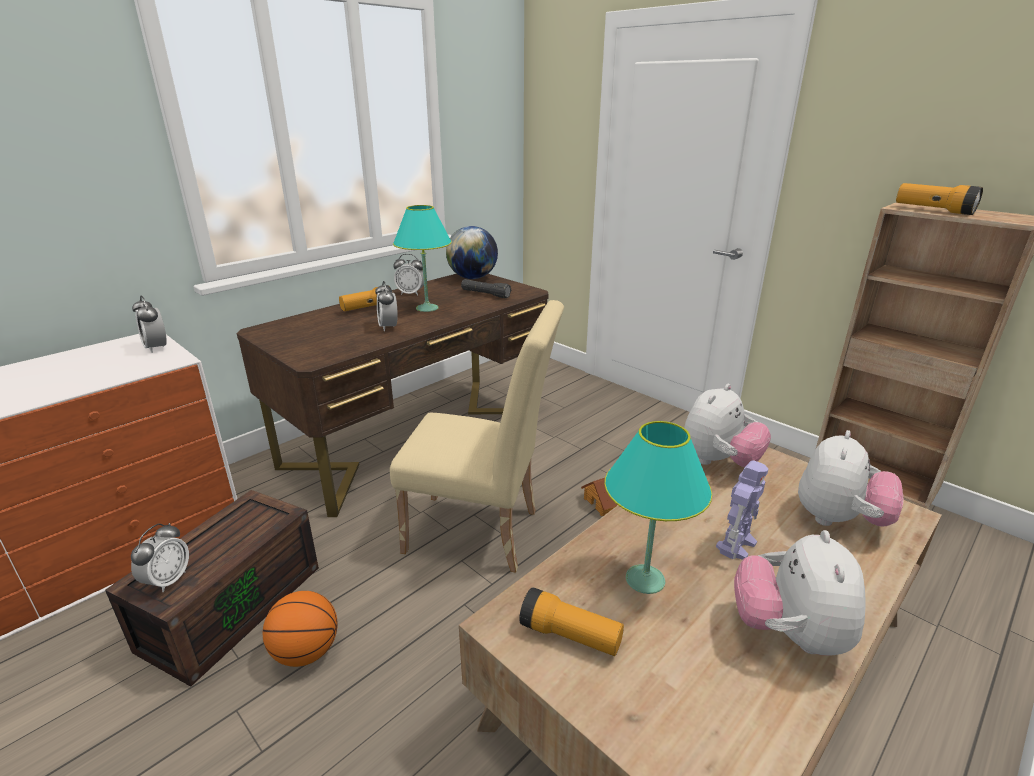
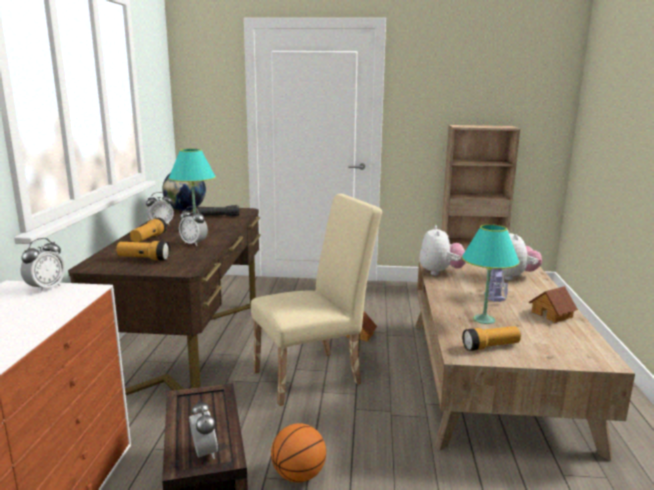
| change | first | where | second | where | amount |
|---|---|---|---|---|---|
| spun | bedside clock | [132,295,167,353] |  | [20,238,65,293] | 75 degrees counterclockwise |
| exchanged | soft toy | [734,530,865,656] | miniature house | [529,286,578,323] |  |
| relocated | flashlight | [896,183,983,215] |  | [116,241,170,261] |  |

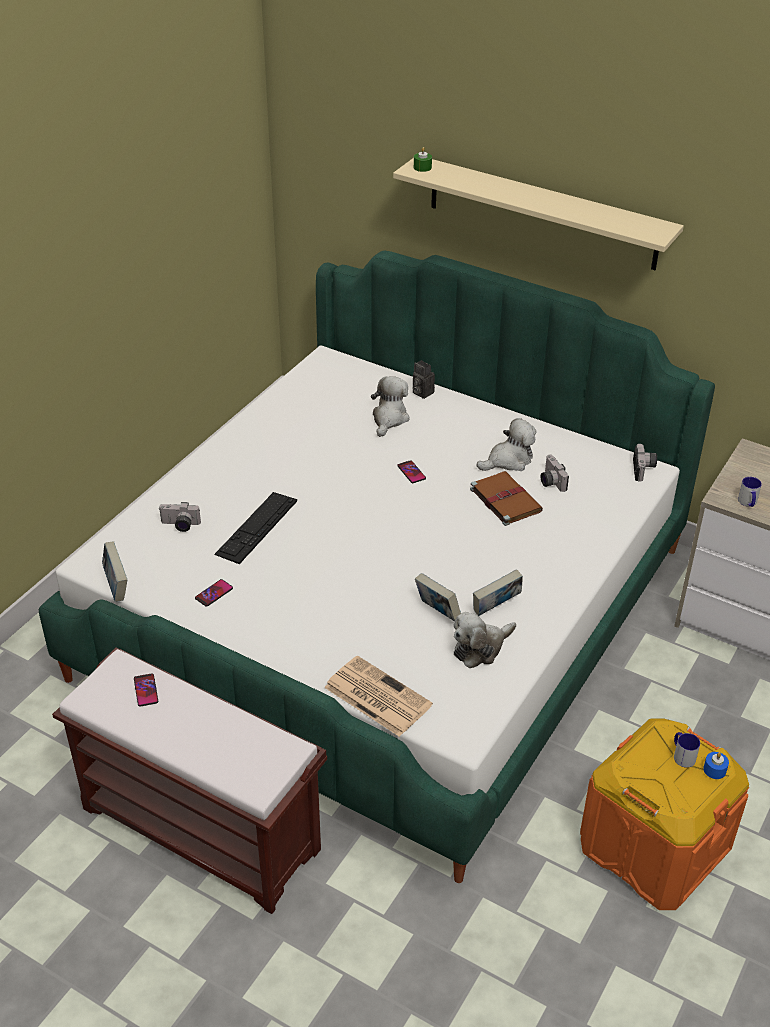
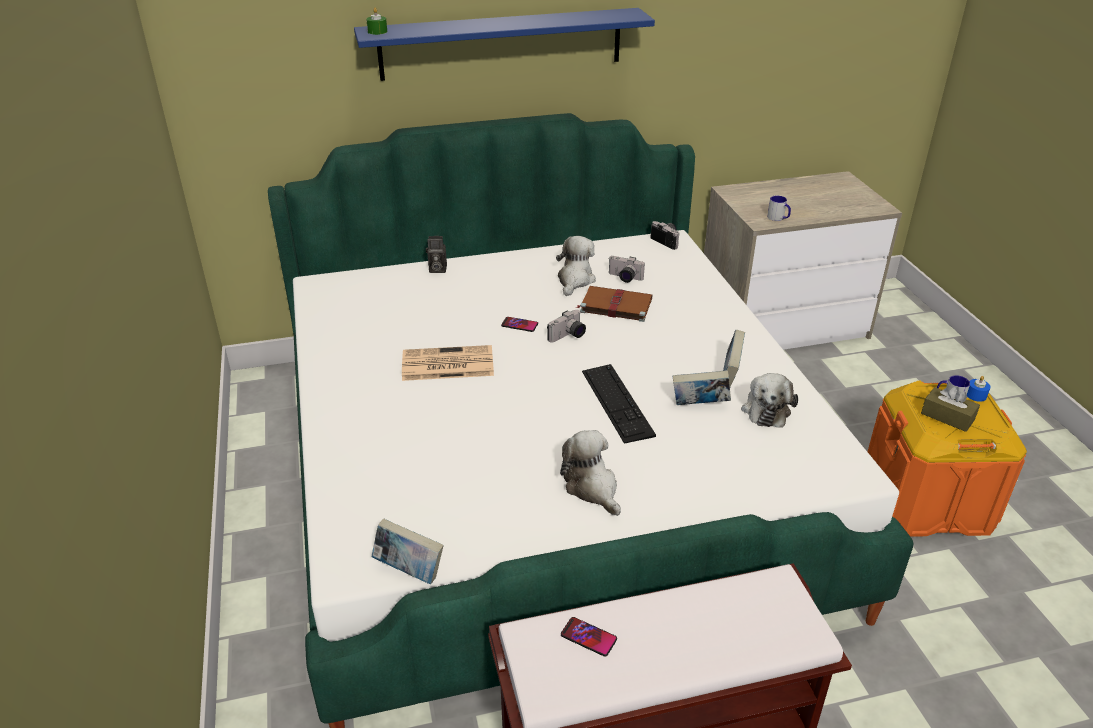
| change | first | where | second | where | amount |
|---|---|---|---|---|---|
| relocated | photo camera | [159,502,201,532] |  | [547,310,586,343] |  |
| missing | handset | [195,579,233,607] |  |  |  |
| relocated | computer keyboard | [214,492,297,564] |  | [582,364,656,444] |  |
| relocated | daily paper | [324,656,433,737] |  | [402,345,494,381] |  |
| relocated | soft toy | [371,376,410,437] |  | [560,430,621,516] |  |
| colour | wall shelf (beige) | [393,158,684,270] | wall shelf (blue) | [354,8,655,81] |  |
| appeared |  |  | box of tissues (brown) | [921,386,980,432] |  |

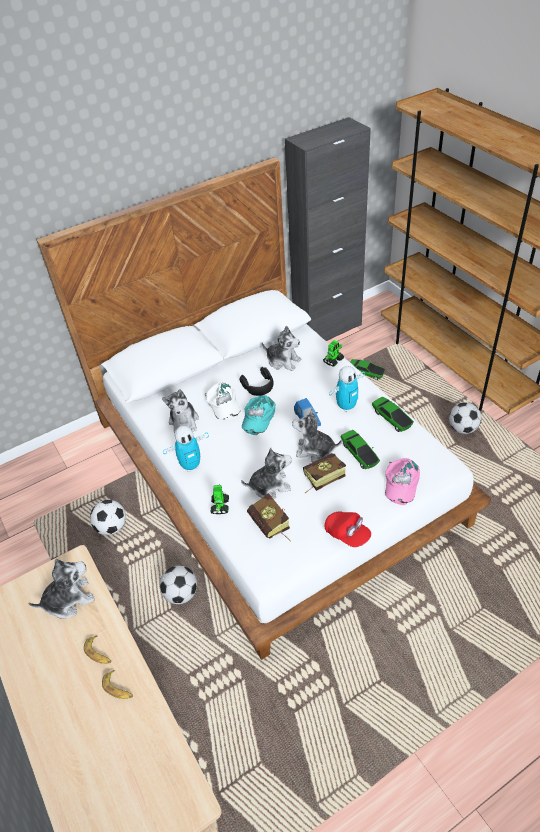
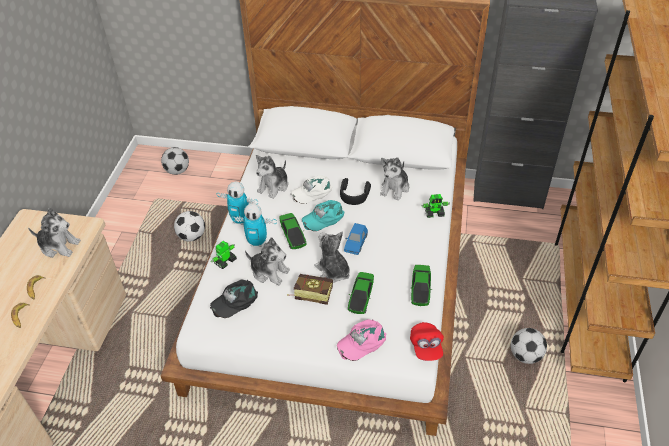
| change | first | where | second | where | amount |
|---|---|---|---|---|---|
| relocated | ball for football | [159,566,197,604] |  | [161,147,189,175] |  |
| spun | peaked cap (whitish) | [204,382,240,420] |  | [291,175,332,204] | 45 degrees clockwise |
| exchanged | book | [247,493,291,541] | peaked cap (black) | [210,280,258,318] |  |
| spun | soft toy | [262,326,301,371] |  | [380,157,409,201] | 45 degrees clockwise |
| relocated | peaked cap (red-coloured) | [324,511,371,547] |  | [410,322,444,361] |  |
| relocated | model robot | [329,366,365,412] |  | [231,203,277,247] |  |
| relocated | toy car | [350,359,385,380] |  | [279,213,307,249] |  |

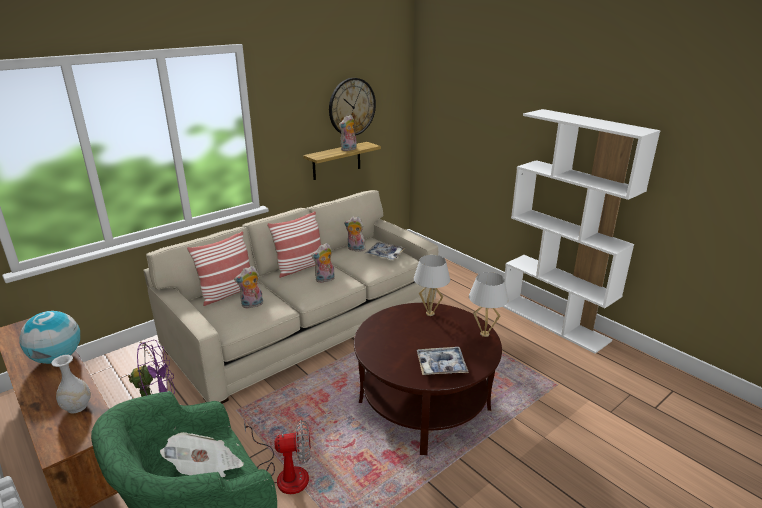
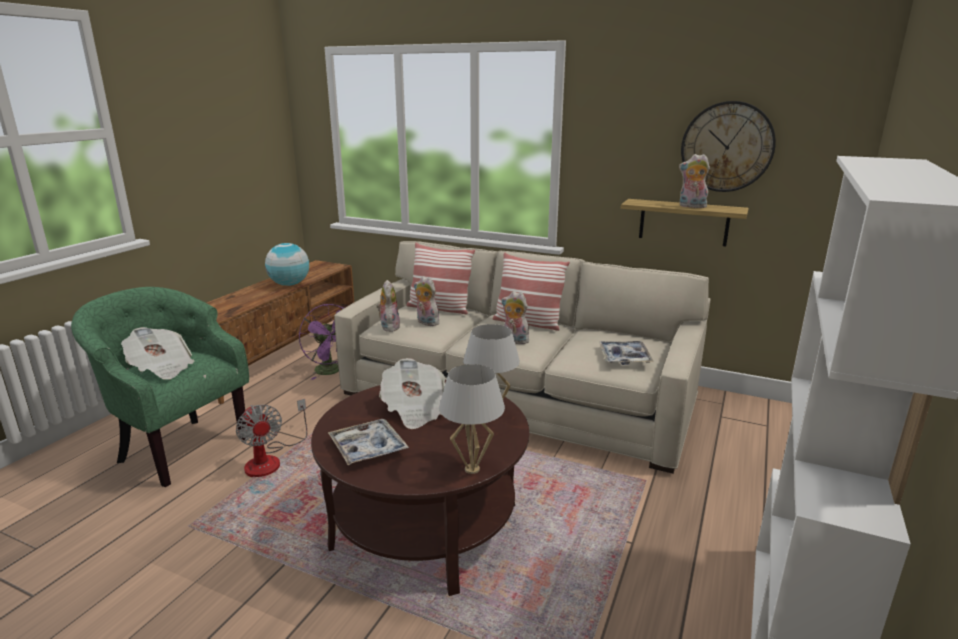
| change | first | where | second | where | amount |
|---|---|---|---|---|---|
| missing | flower vase (whitish) | [51,355,91,413] |  |  |  |
| relocated | soft toy | [344,216,366,252] |  | [377,280,400,332] |  |
| appeared |  |  | daily paper | [379,358,445,429] |  |

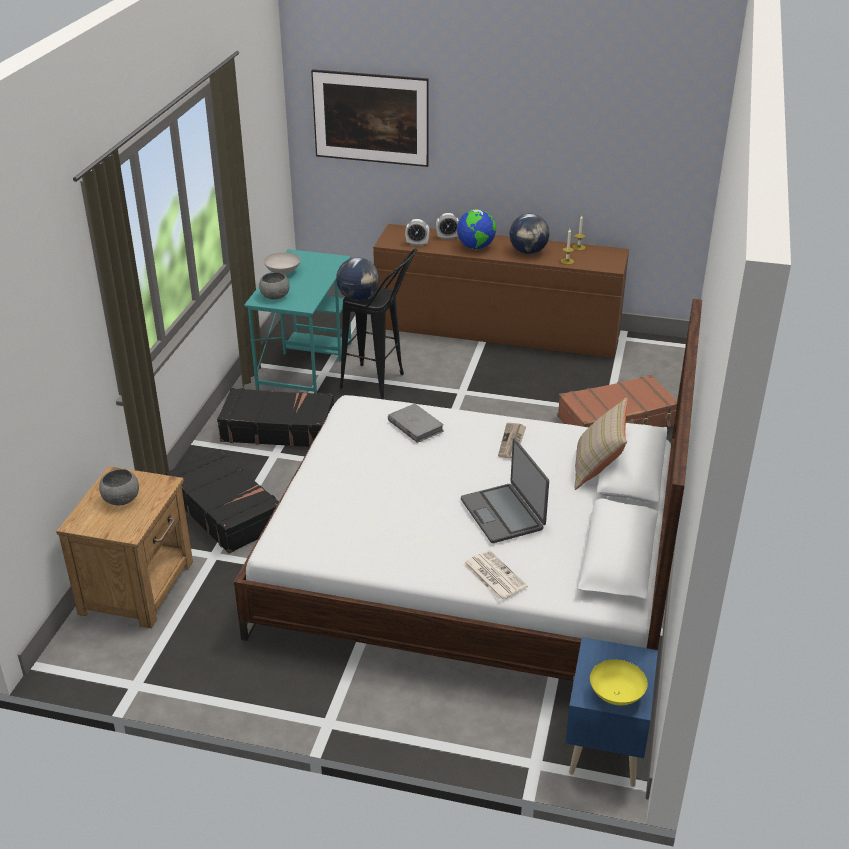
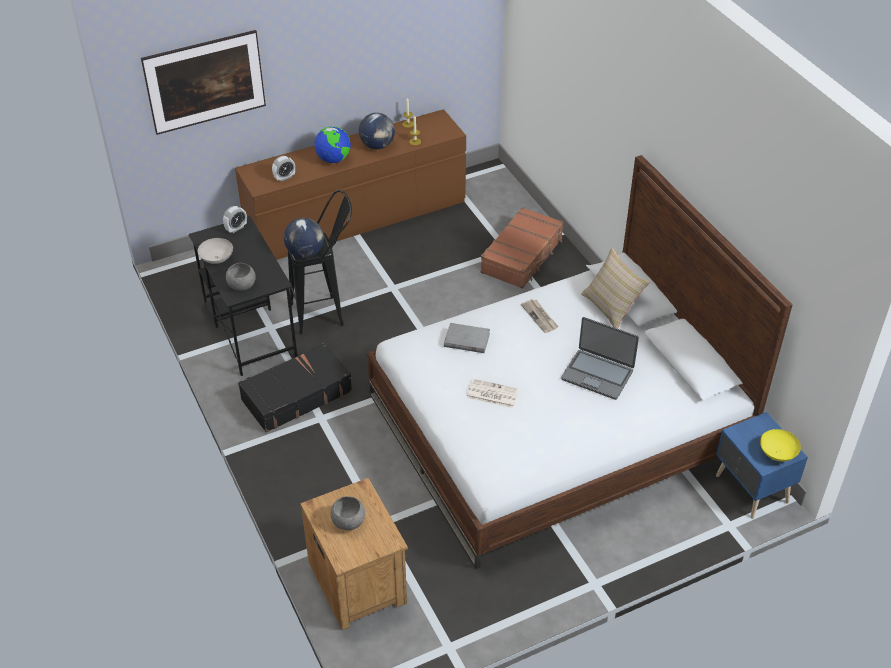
| change | first | where | second | where | amount |
|---|---|---|---|---|---|
| missing | piece of luggage (black) | [166,449,279,554] |  |  |  |
| colour | desk unit (turquoise-coloured) | [244,249,351,393] | desk unit (black) | [189,216,297,376] |  |
| relocated | bedside clock | [436,213,459,240] |  | [223,206,247,233] |  |
| relocated | daily paper | [463,550,528,601] |  | [466,379,519,408] |  |

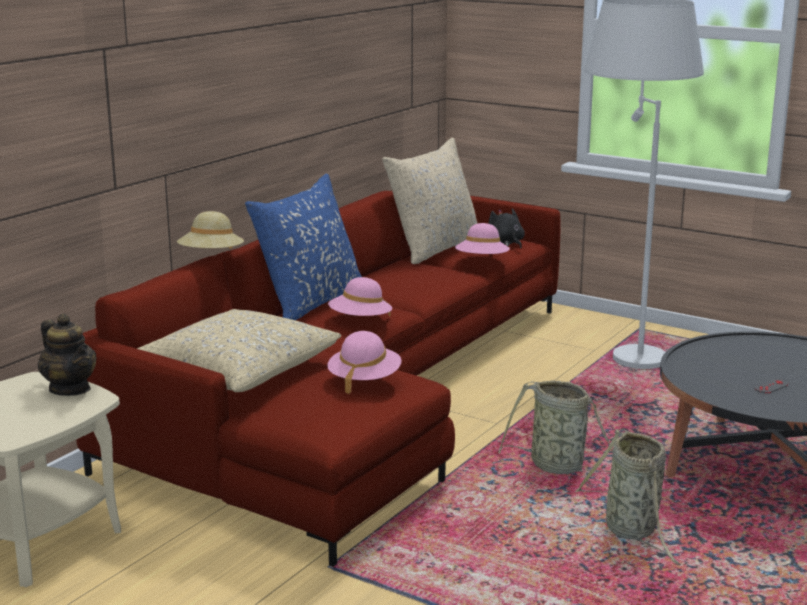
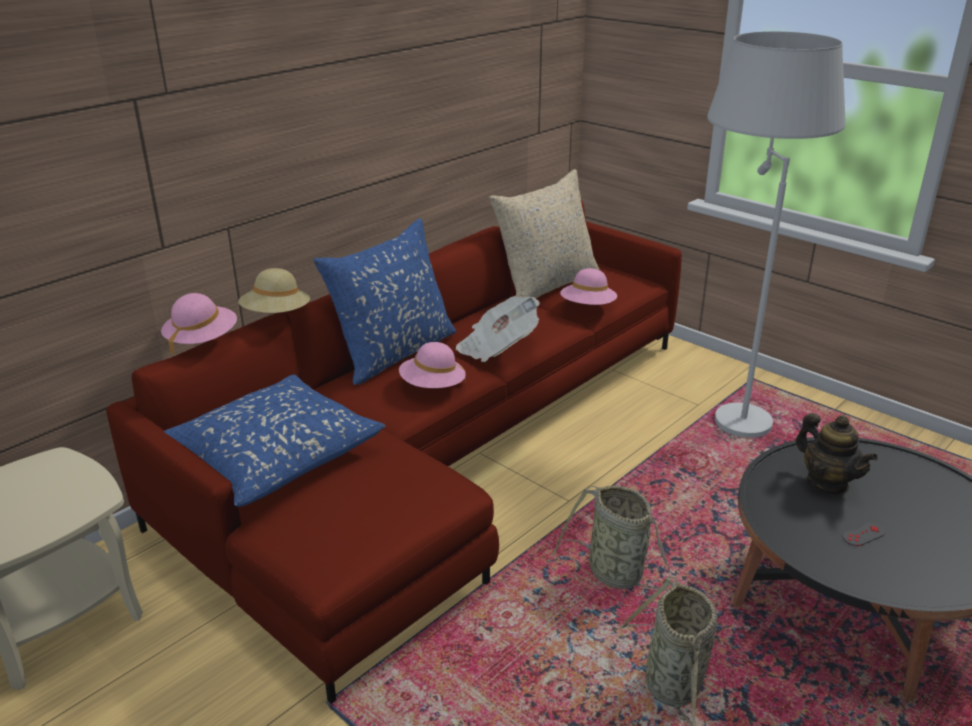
| change | first | where | second | where | amount |
|---|---|---|---|---|---|
| relocated | pot for tea | [38,314,97,396] |  | [796,413,878,494] |  |
| colour | pillow (beige) | [137,309,341,392] | pillow (blue) | [164,375,385,507] |  |
| relocated | hat (pinkish) | [327,331,402,394] |  | [161,293,237,356] |  |
| missing | soft toy (black) | [489,208,525,248] |  |  |  |
| appeared |  |  | daily paper | [456,296,540,362] |  |

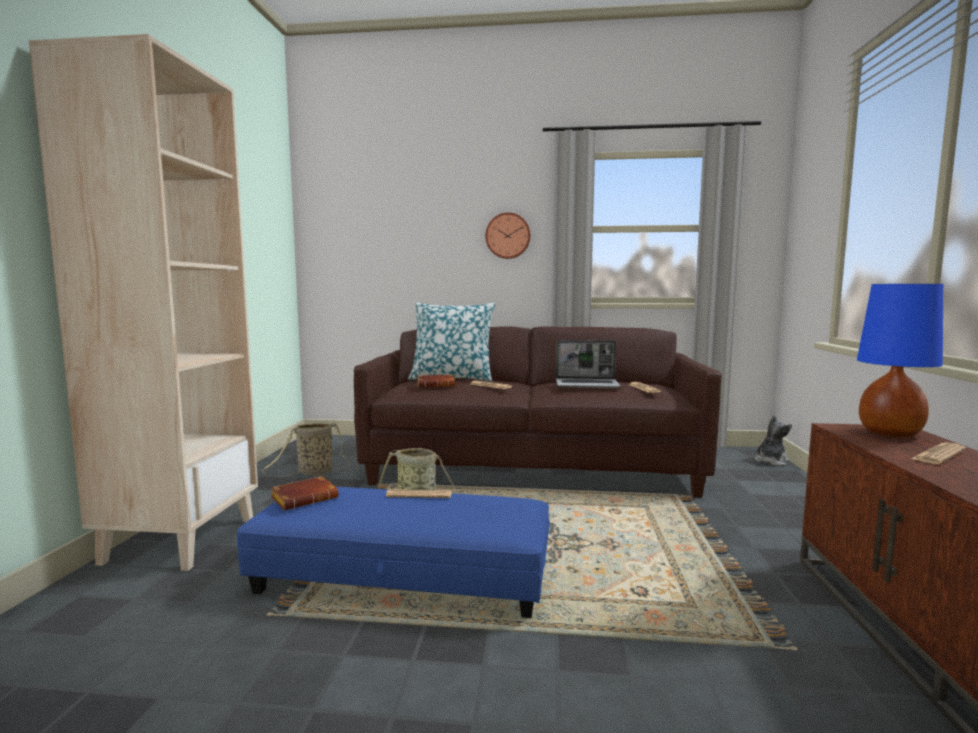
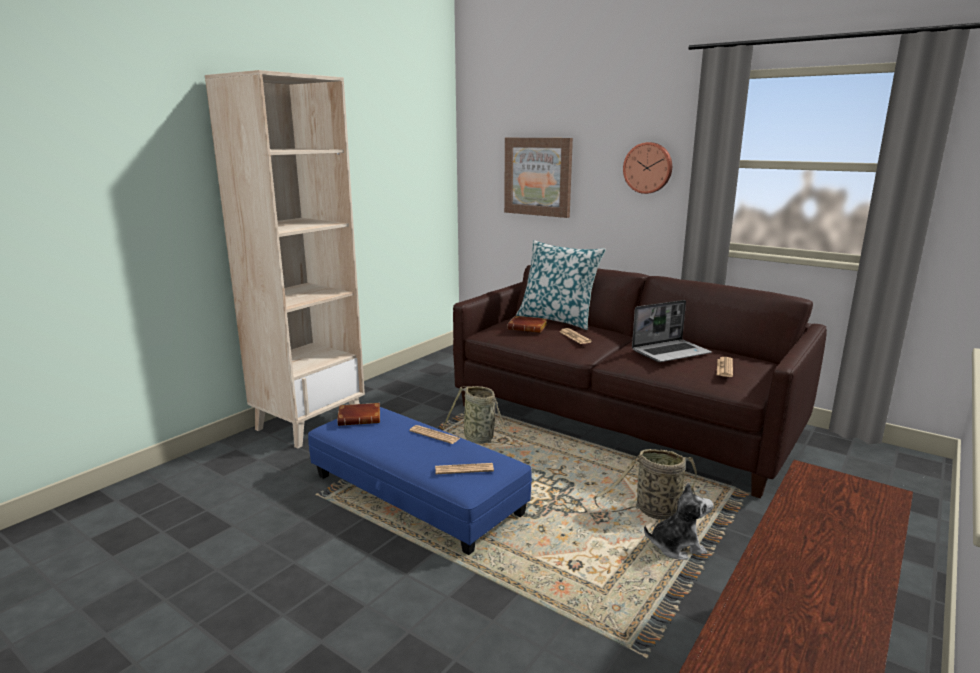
| change | first | where | second | where | amount |
|---|---|---|---|---|---|
| relocated | storage basket | [262,423,350,478] |  | [593,449,697,519] |  |
| spun | laptop | [556,340,621,388] |  | [632,300,712,362] | 60 degrees counterclockwise |
| relocated | soft toy | [755,415,792,466] |  | [644,483,713,560] |  |
| missing | table lamp (blue) | [857,284,943,437] |  |  |  |
| relocated | daily paper | [911,442,966,464] |  | [435,463,494,474] |  |
| appeared |  |  | picture | [504,138,573,218] |  |

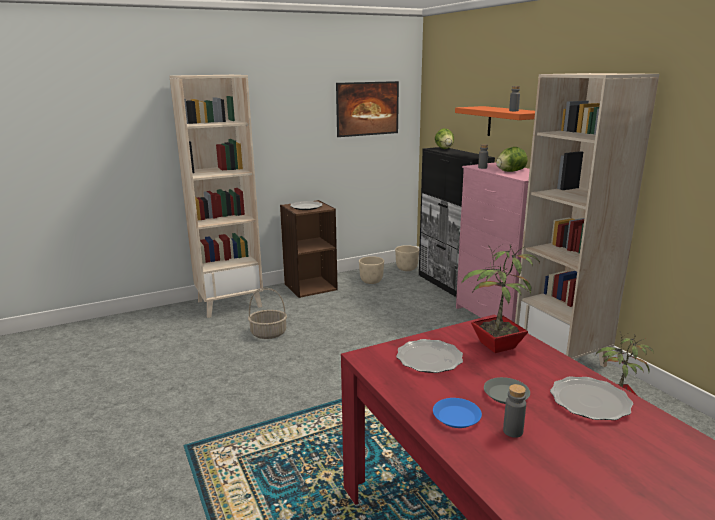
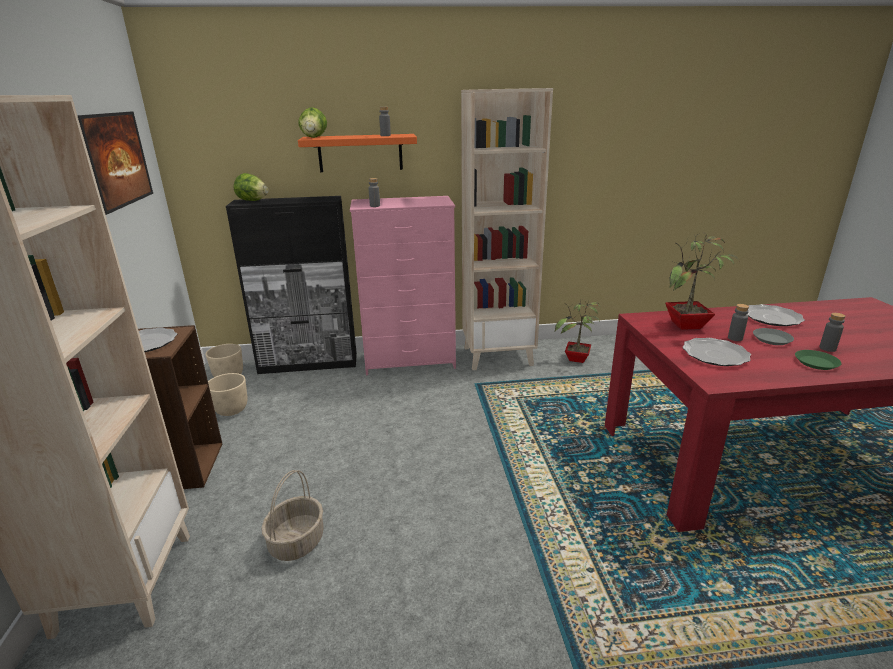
| change | first | where | second | where | amount |
|---|---|---|---|---|---|
| colour | plate (blue) | [433,398,482,428] | plate (greenish) | [795,350,841,370] |  |
| relocated | lettuce head | [496,147,528,172] |  | [298,107,327,138] |  |
| appeared |  |  | bottle (greyish) | [728,304,749,341] |  |

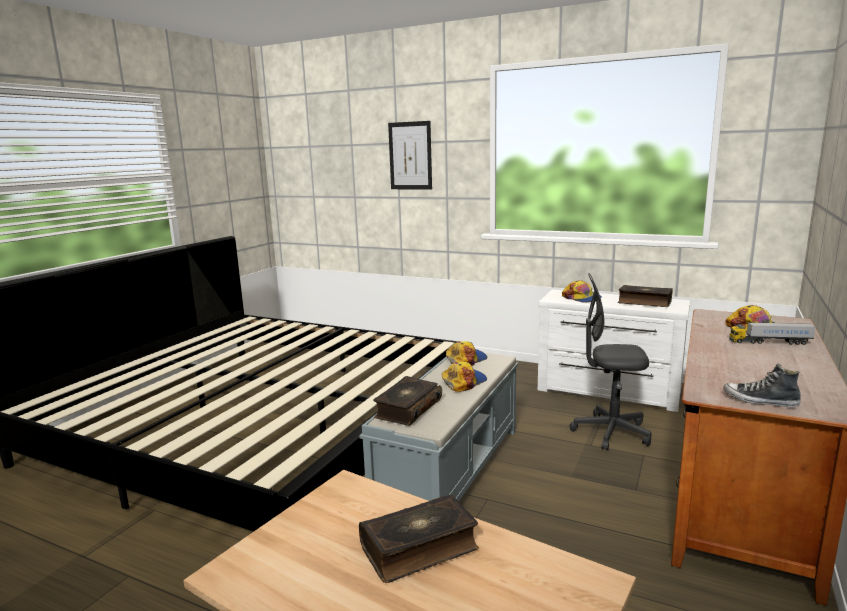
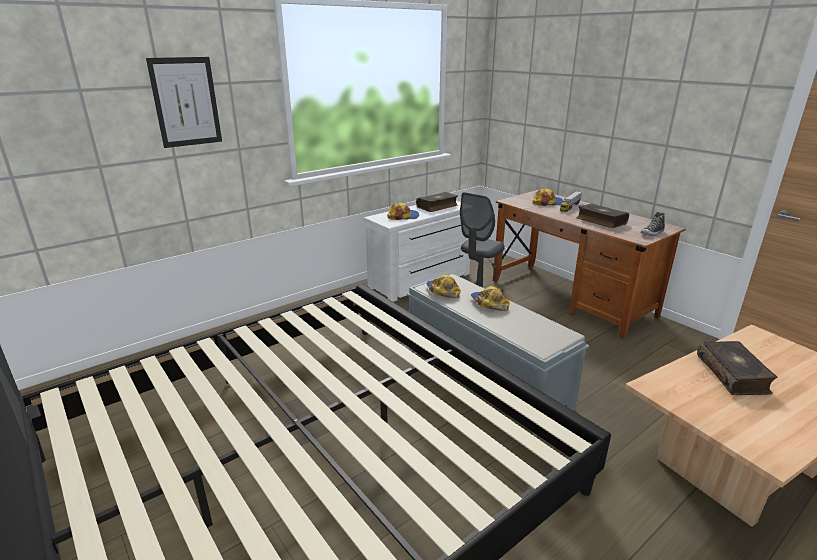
| change | first | where | second | where | amount |
|---|---|---|---|---|---|
| relocated | book | [373,376,442,426] |  | [577,204,629,228] |  |

